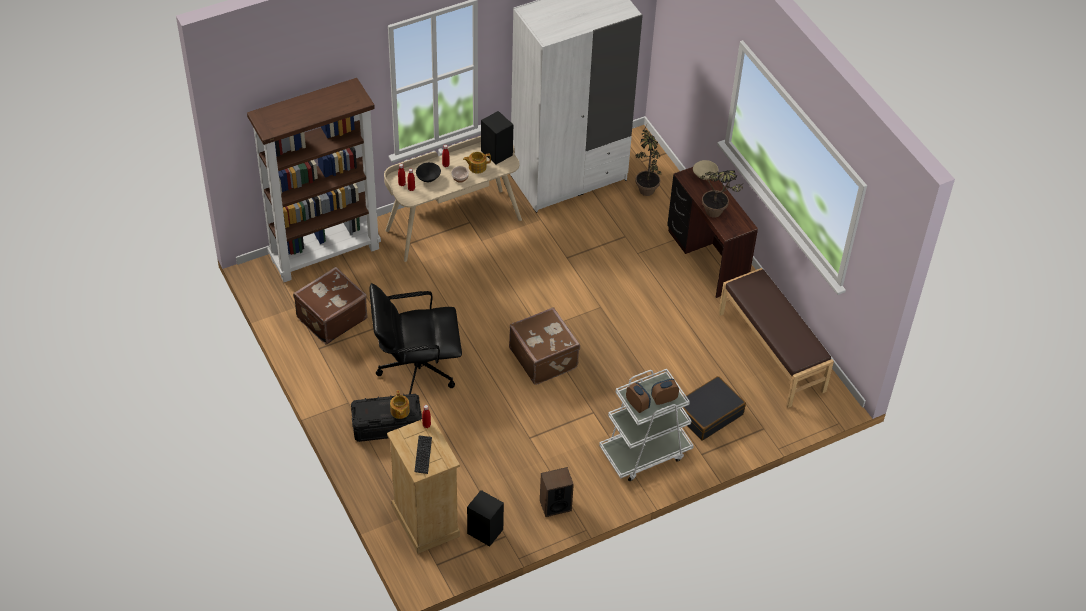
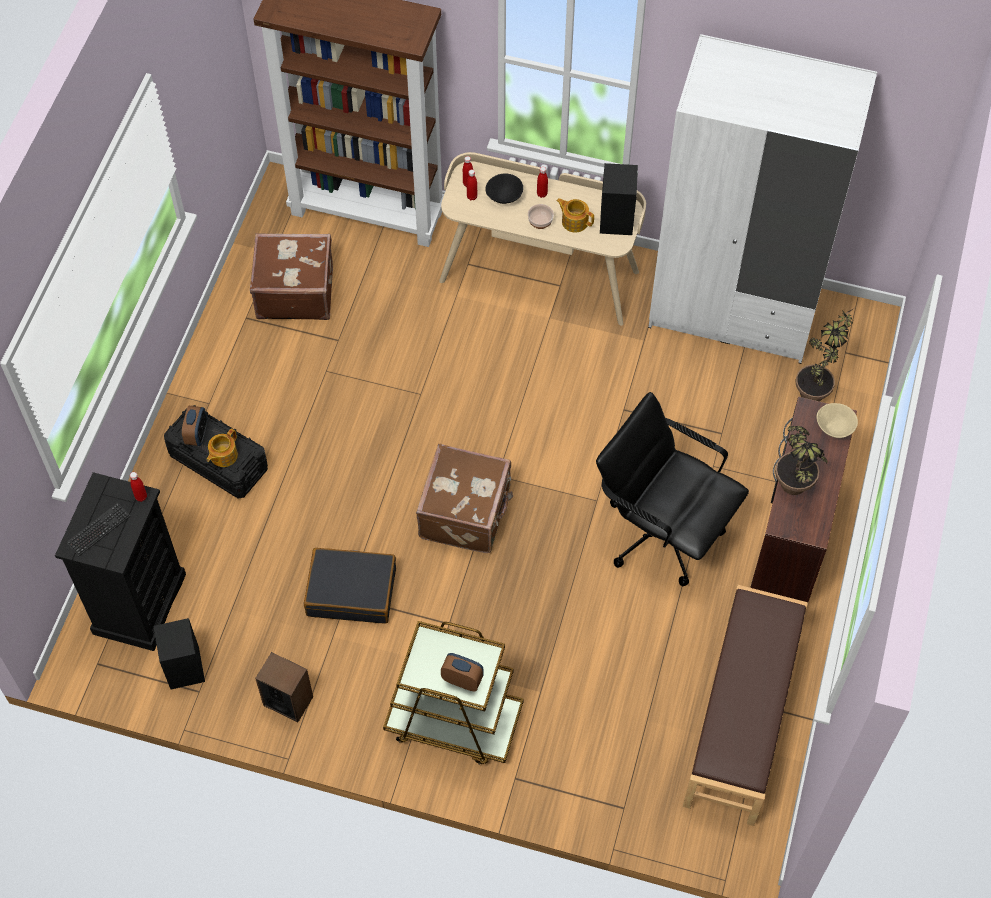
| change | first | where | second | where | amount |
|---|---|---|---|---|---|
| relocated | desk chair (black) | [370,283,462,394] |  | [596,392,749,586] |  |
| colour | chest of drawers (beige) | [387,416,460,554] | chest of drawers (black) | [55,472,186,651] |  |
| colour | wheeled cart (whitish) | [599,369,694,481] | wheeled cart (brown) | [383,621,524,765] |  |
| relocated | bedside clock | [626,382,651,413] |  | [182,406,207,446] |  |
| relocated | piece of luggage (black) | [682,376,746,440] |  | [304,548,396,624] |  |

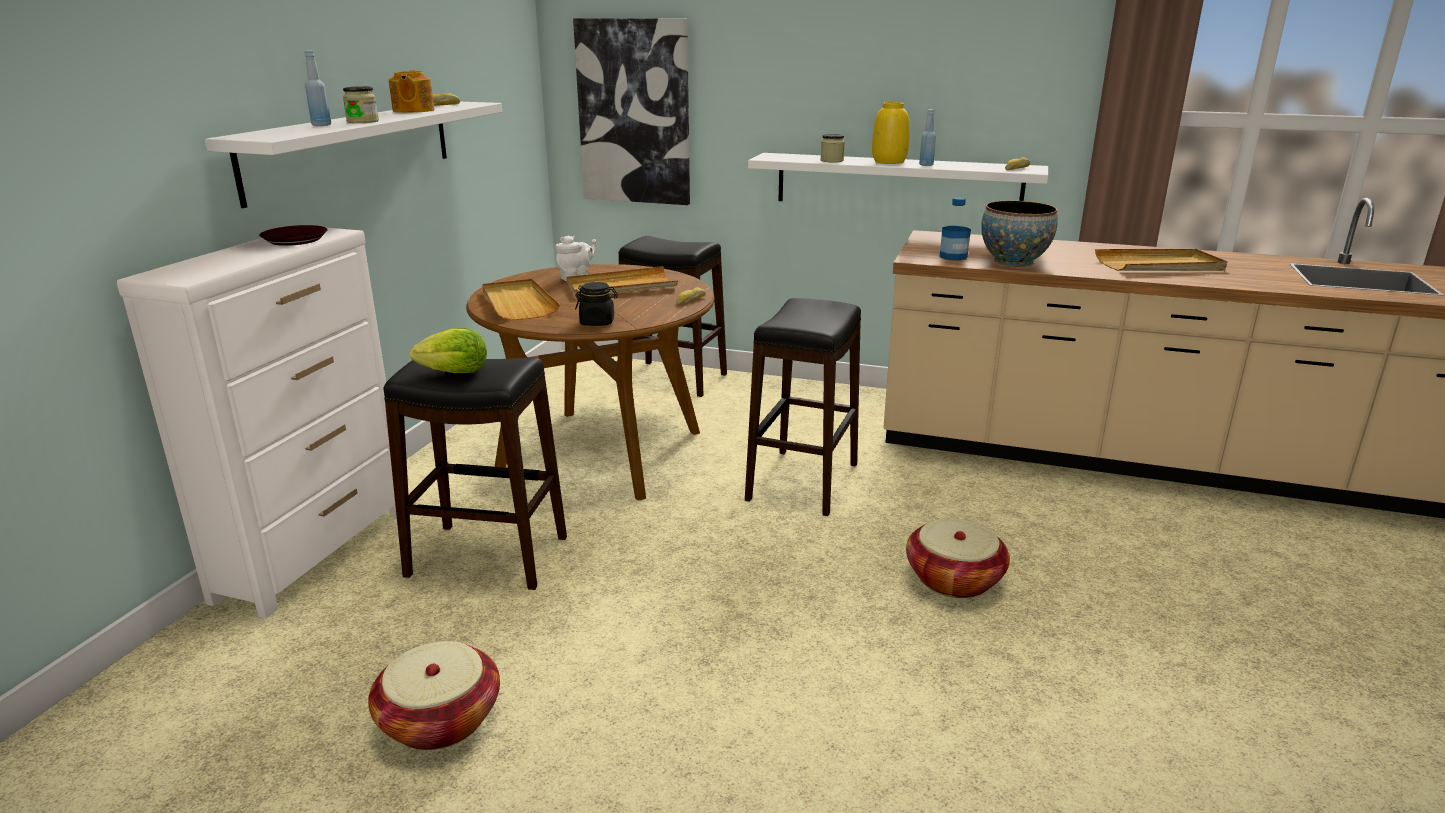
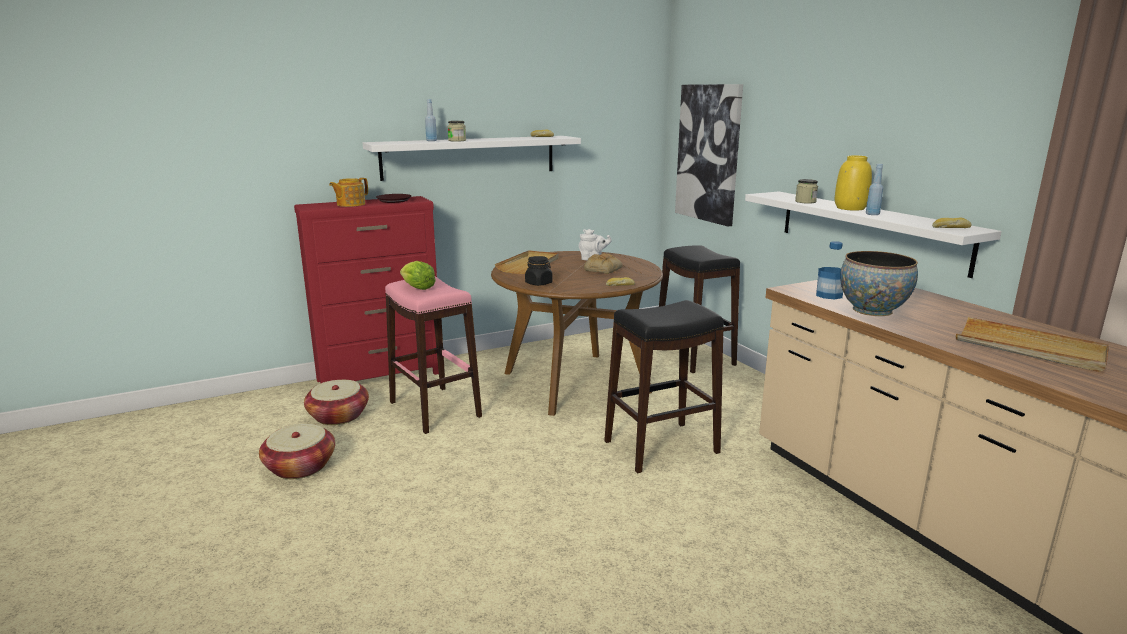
| change | first | where | second | where | amount |
|---|---|---|---|---|---|
| colour | chest of drawers (whitish) | [117,228,396,619] | chest of drawers (red-coloured) | [294,196,439,384] |  |
| colour | sitting stool (black) | [383,357,567,590] | sitting stool (pinkish) | [385,277,482,434] |  |
| relocated | pot for tea | [389,70,435,113] |  | [329,178,368,207] |  |
| exchanged | serving tray (beige) | [566,266,678,298] | baked bread | [584,253,622,274] |  |
| relocated | storage basket | [906,518,1010,598] |  | [304,380,369,425] |  |

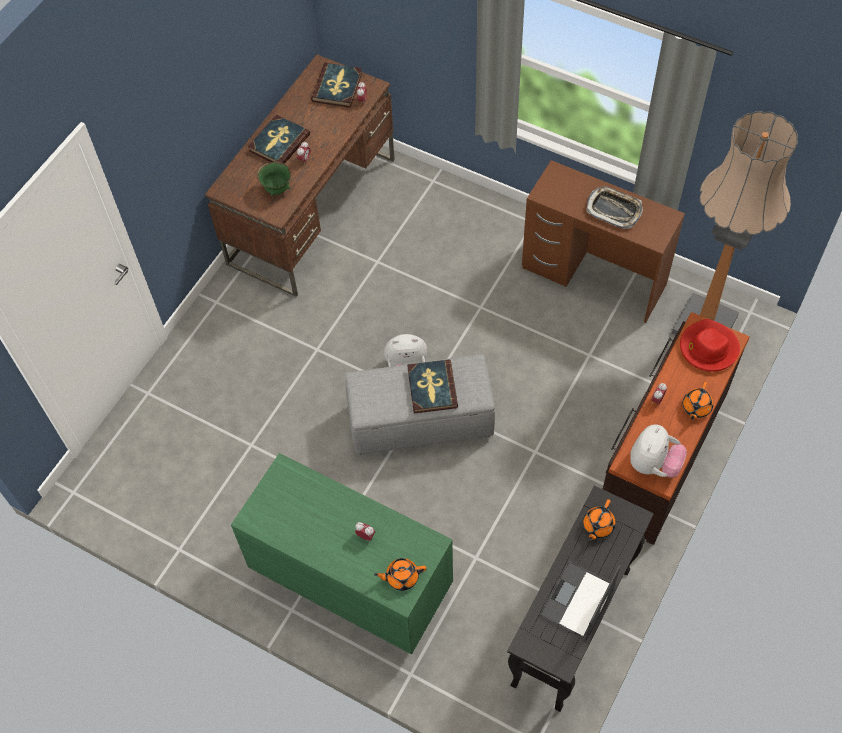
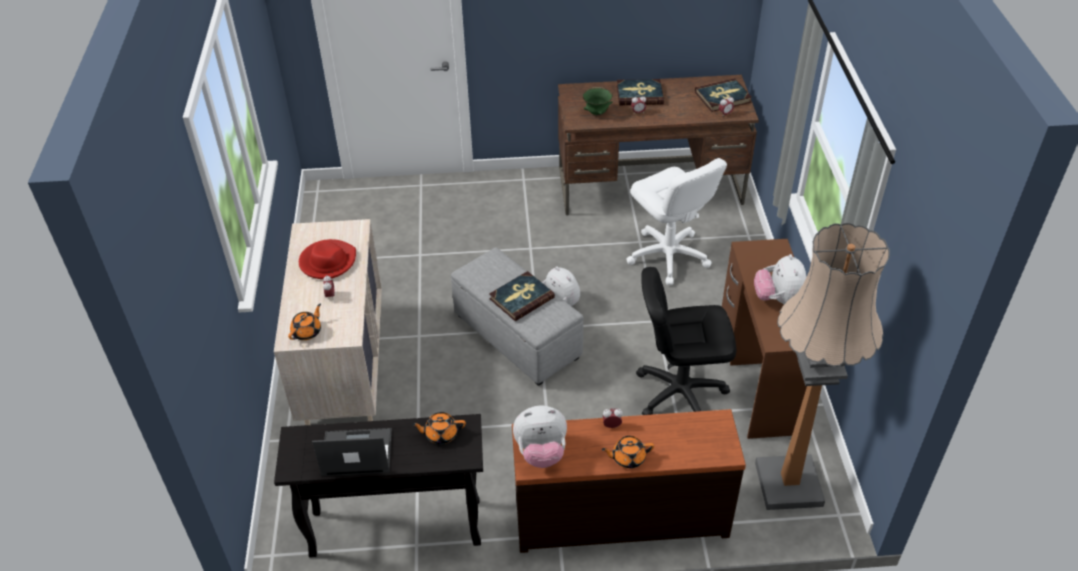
| change | first | where | second | where | amount |
|---|---|---|---|---|---|
| colour | chest of drawers (greenish) | [231,453,453,655] | chest of drawers (beige) | [274,219,382,425] |  |
| spun | pot for tea (orangey) | [374,558,427,591] |  | [288,304,321,340] | 75 degrees clockwise |
| exchanged | serving tray | [587,186,643,229] | soft toy | [754,254,806,304] |  |
| relocated | hat (red-coloured) | [680,319,740,372] |  | [299,239,356,279] |  |
| appeared |  |  | desk chair (whitish) | [626,158,727,285] |  |
| appeared |  |  | desk chair (black) | [636,267,736,415] |  |

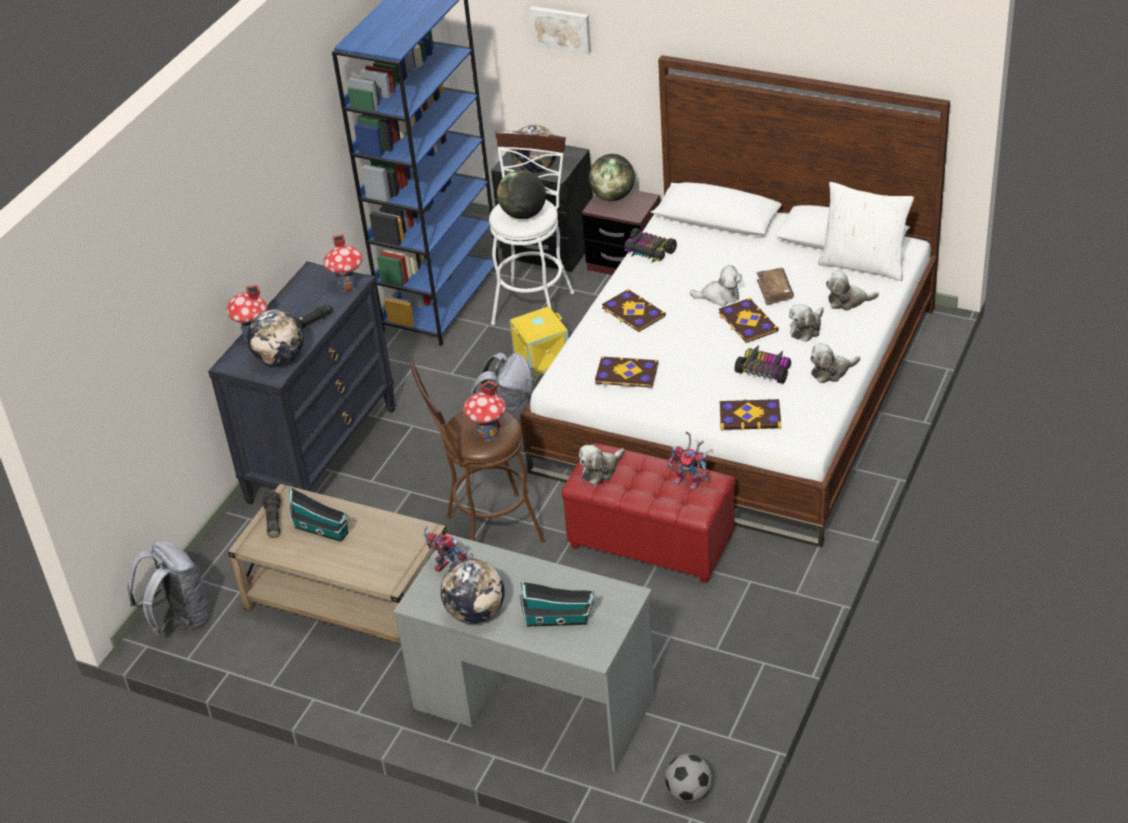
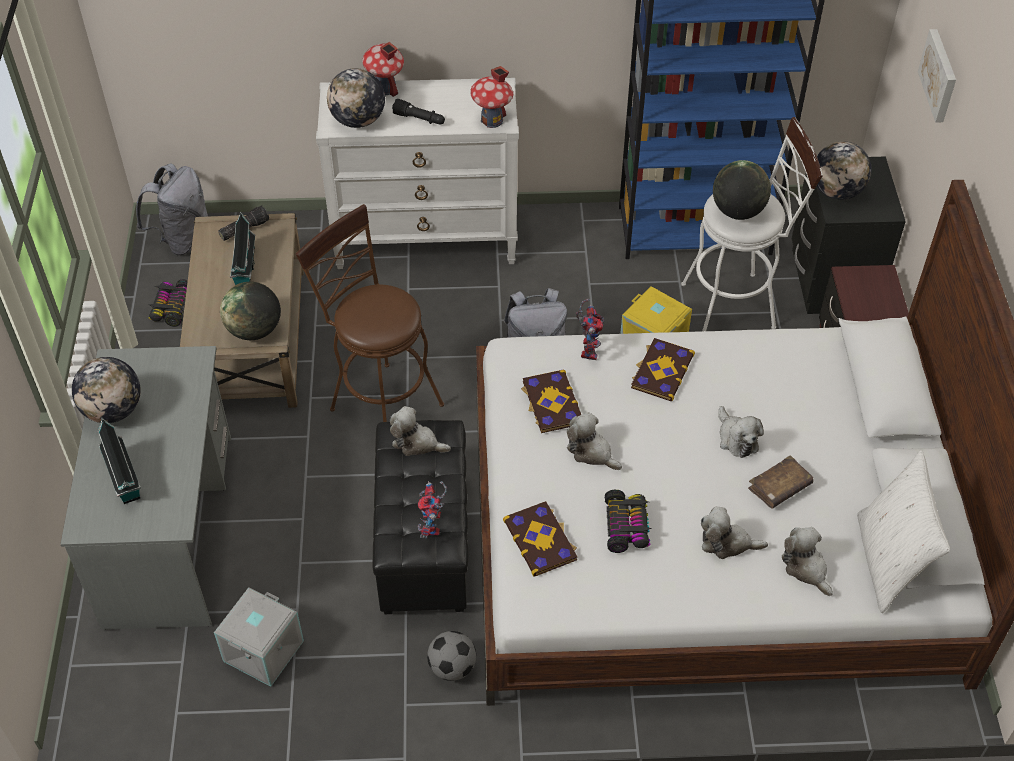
| change | first | where | second | where | amount |
|---|---|---|---|---|---|
| colour | chest of drawers (black) | [208,261,396,504] | chest of drawers (whitish) | [316,78,519,269] |  |
| relocated | model robot | [423,526,467,572] |  | [576,299,604,360] |  |
| missing | miniature house | [463,380,506,442] |  |  |  |
| colour | pouffe (red-coloured) | [561,443,735,583] | pouffe (black) | [372,420,469,614] |  |
| relocated | desk globe | [589,154,635,201] |  | [220,282,281,340] |  |
| relocated | toy car | [625,228,677,263] |  | [148,279,188,327] |  |
| relocated | ball for football | [665,754,712,802] |  | [427,631,476,681] |  |
| missing | book | [719,298,779,343] |  |  |  |
| relocated | soft toy | [810,343,860,383] |  | [567,412,622,470] |  |
| appeared |  |  | storage container (greyish) | [214,587,304,687] |  |

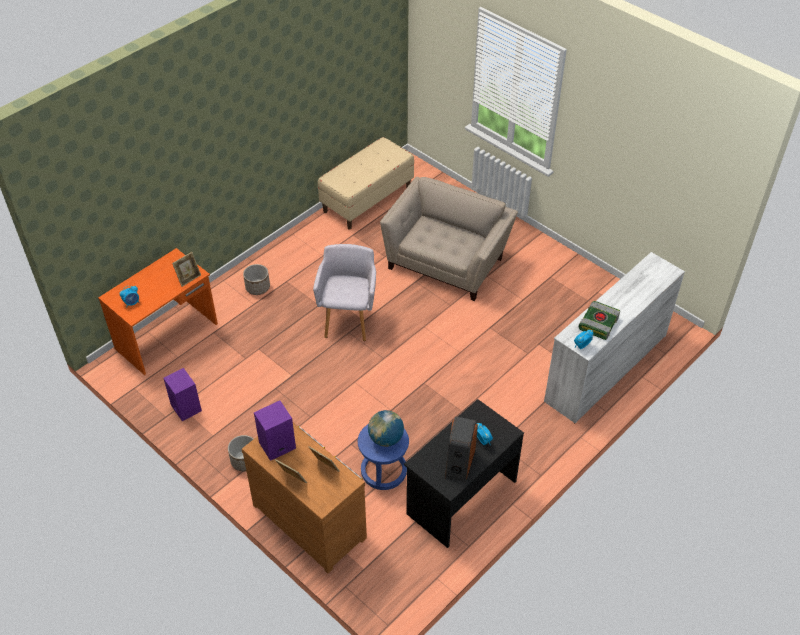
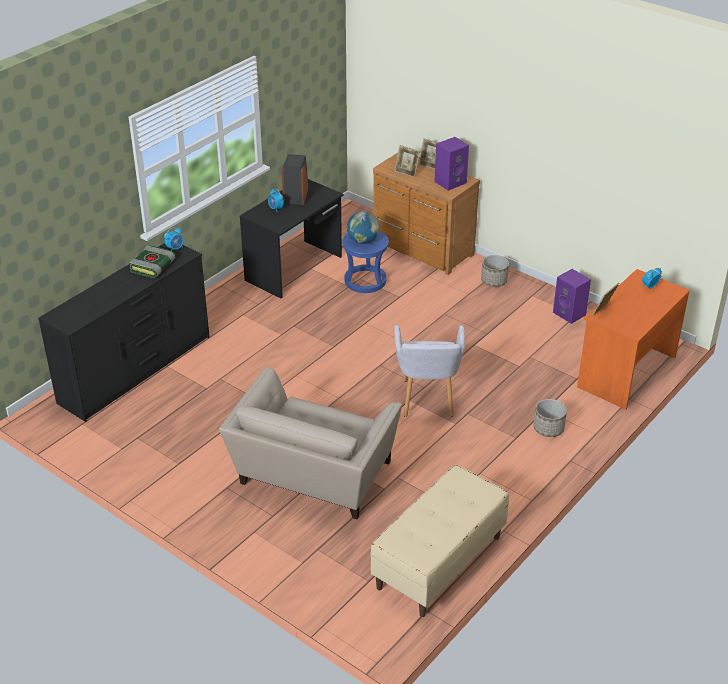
| change | first | where | second | where | amount |
|---|---|---|---|---|---|
| colour | chest of drawers (whitish) | [544,252,685,424] | chest of drawers (black) | [38,243,210,422] |  |

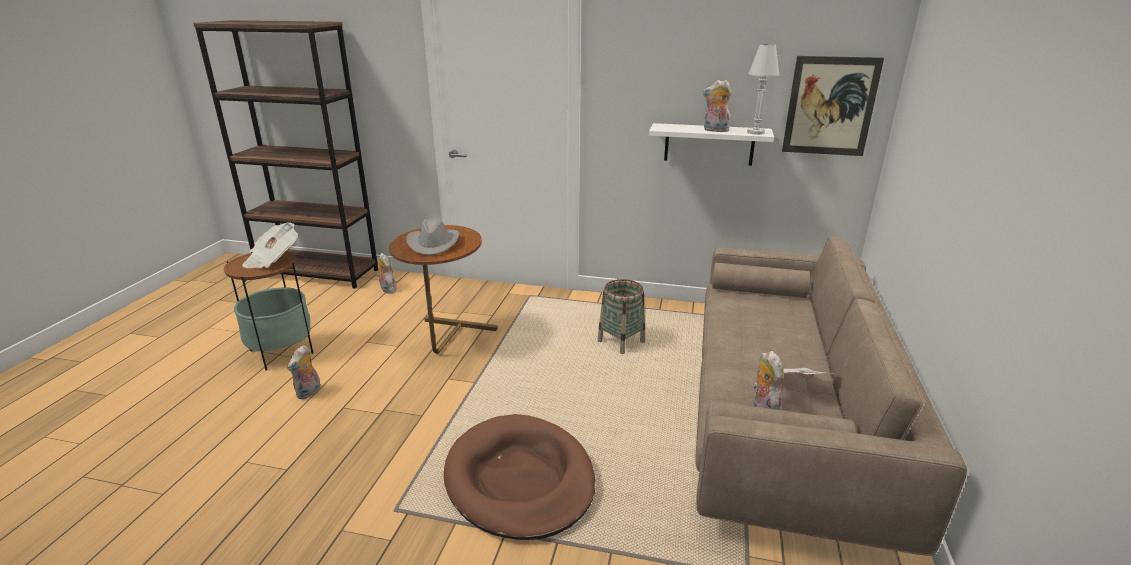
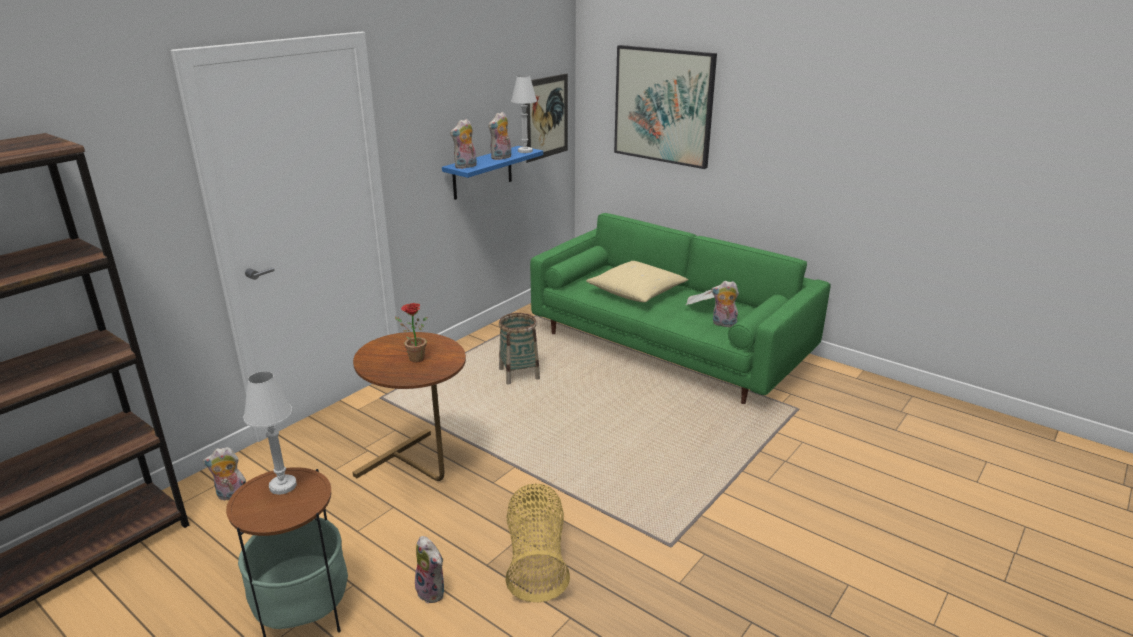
| change | first | where | second | where | amount |
|---|---|---|---|---|---|
| exchanged | daily paper | [242,222,298,268] | table lamp (whitish) | [243,371,297,495] |  |
| exchanged | hat (greyish) | [406,218,459,255] | potted plant | [395,303,427,363] |  |
| missing | dog cushion (brown) | [444,414,595,540] |  |  |  |
| colour | wall shelf (whitish) | [649,123,774,166] | wall shelf (blue) | [442,146,543,200] |  |
| colour | couch (beige) | [695,237,967,556] | couch (greenish) | [530,213,831,404] |  |
| appeared |  |  | soft toy | [450,119,477,169] |  |
| appeared |  |  | storage basket | [505,484,570,602] |  |
| appeared |  |  | pillow (beige) | [586,261,688,302] |  |
| appeared |  |  | picture | [614,45,717,169] |  |

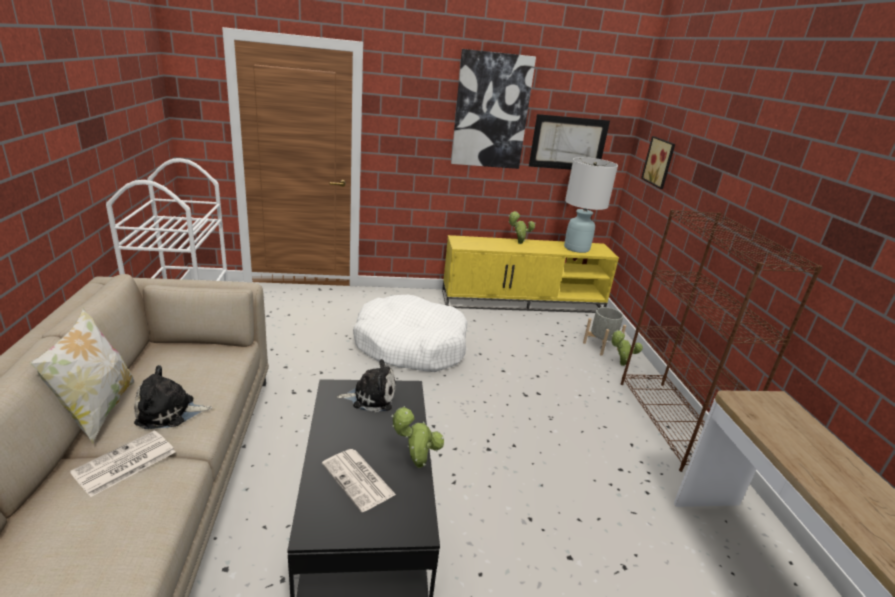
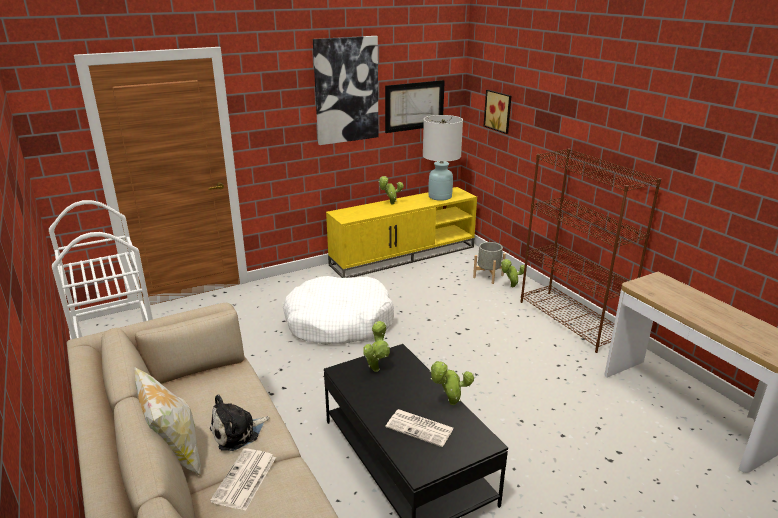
| change | first | where | second | where | amount |
|---|---|---|---|---|---|
| exchanged | soft toy | [337,359,396,412] | potted plant | [363,321,390,372] |  |

